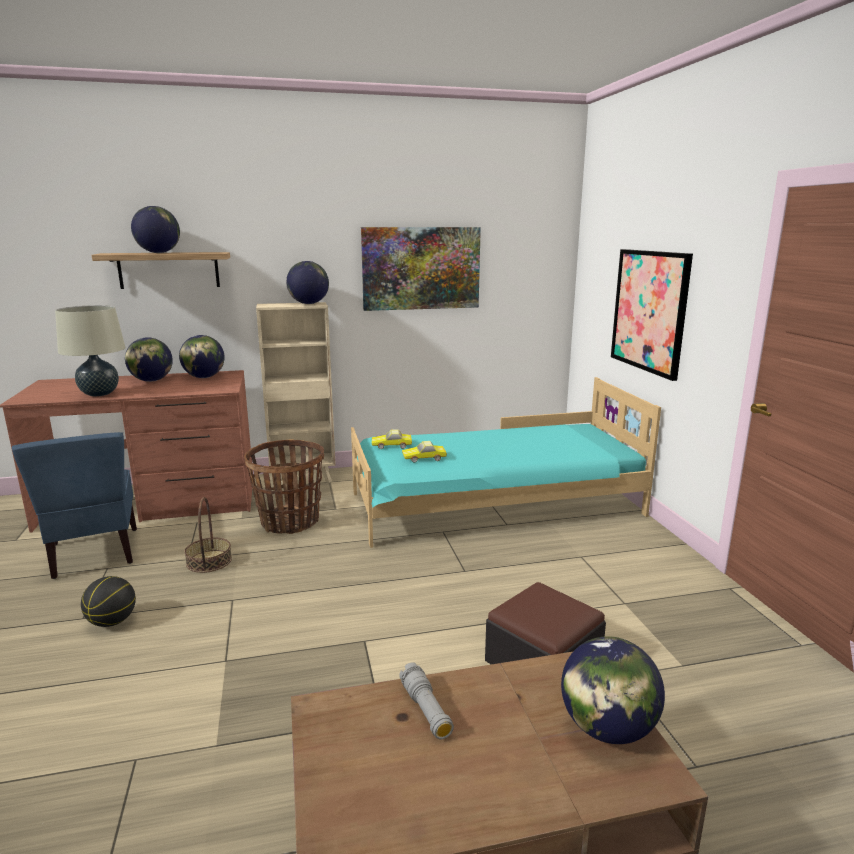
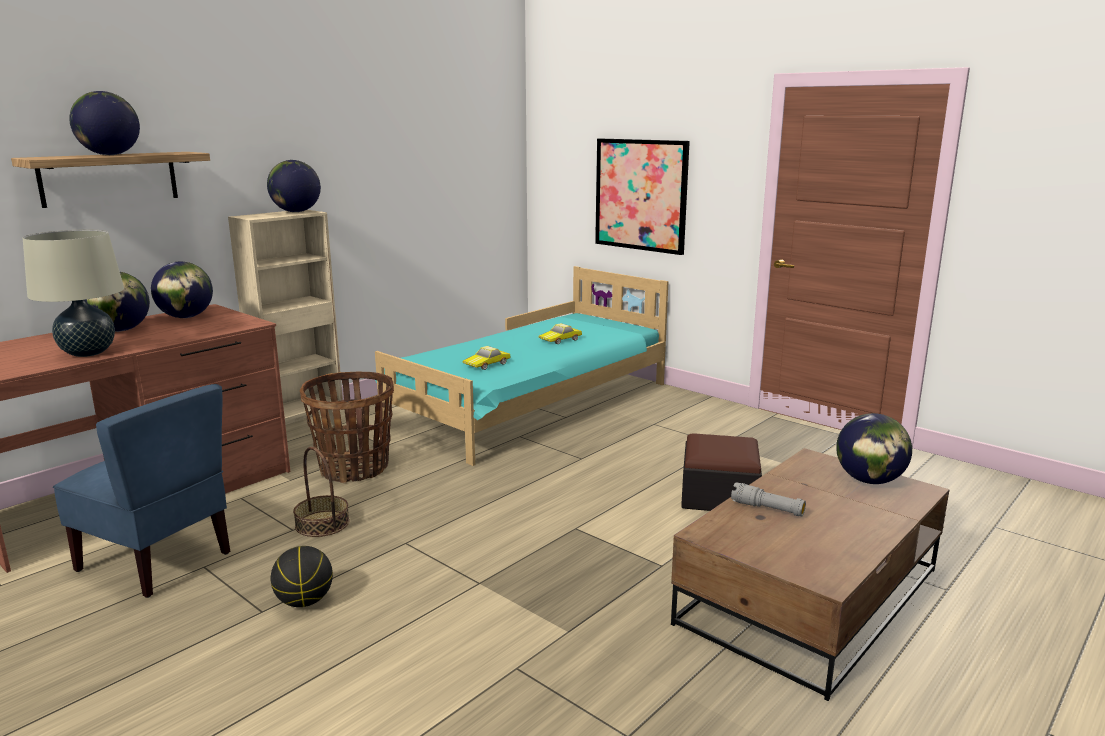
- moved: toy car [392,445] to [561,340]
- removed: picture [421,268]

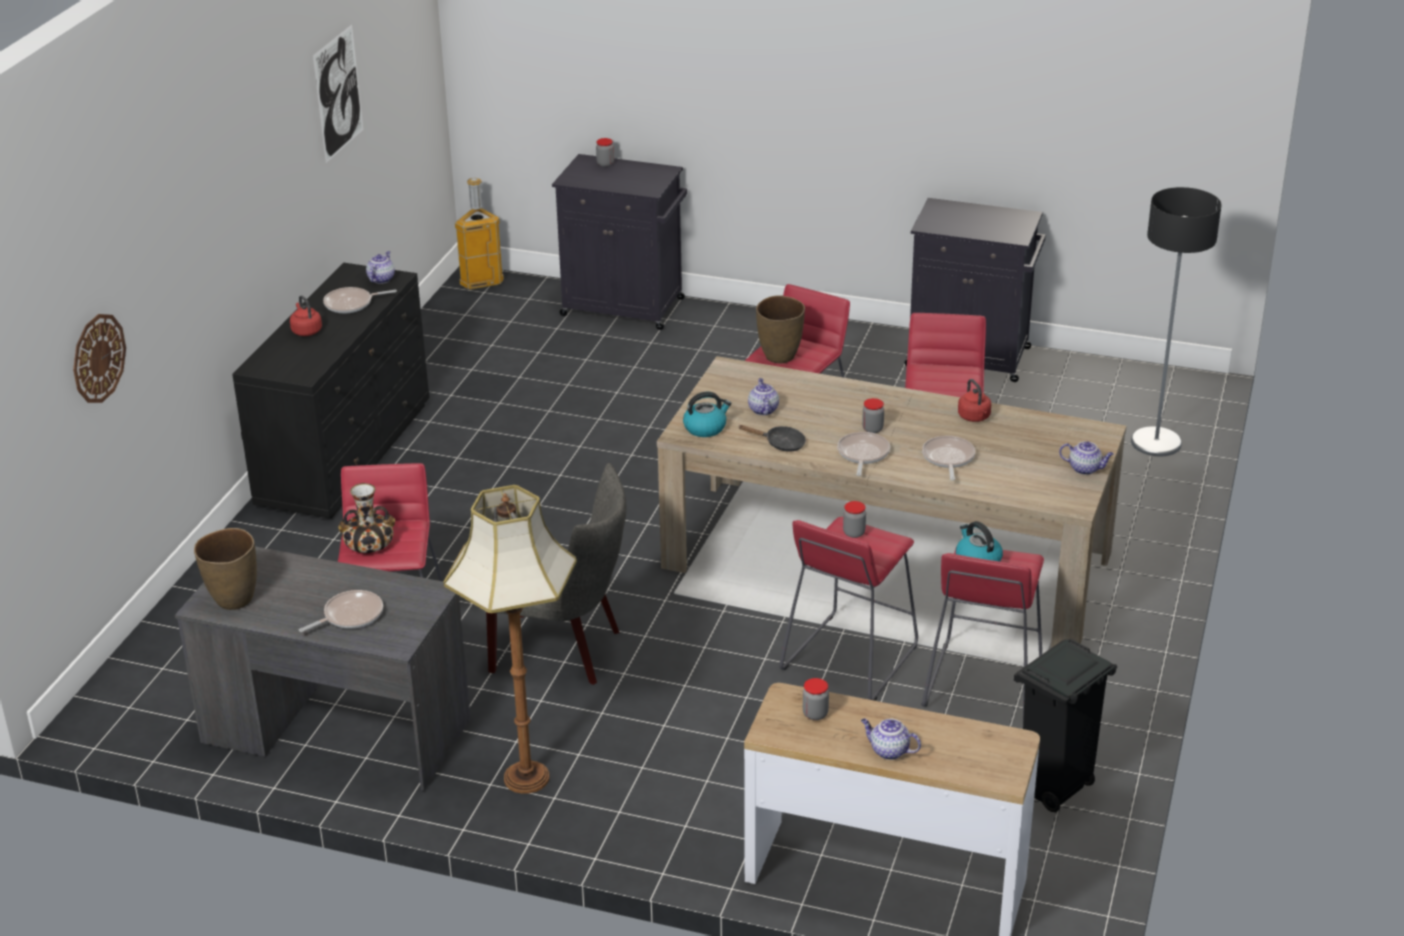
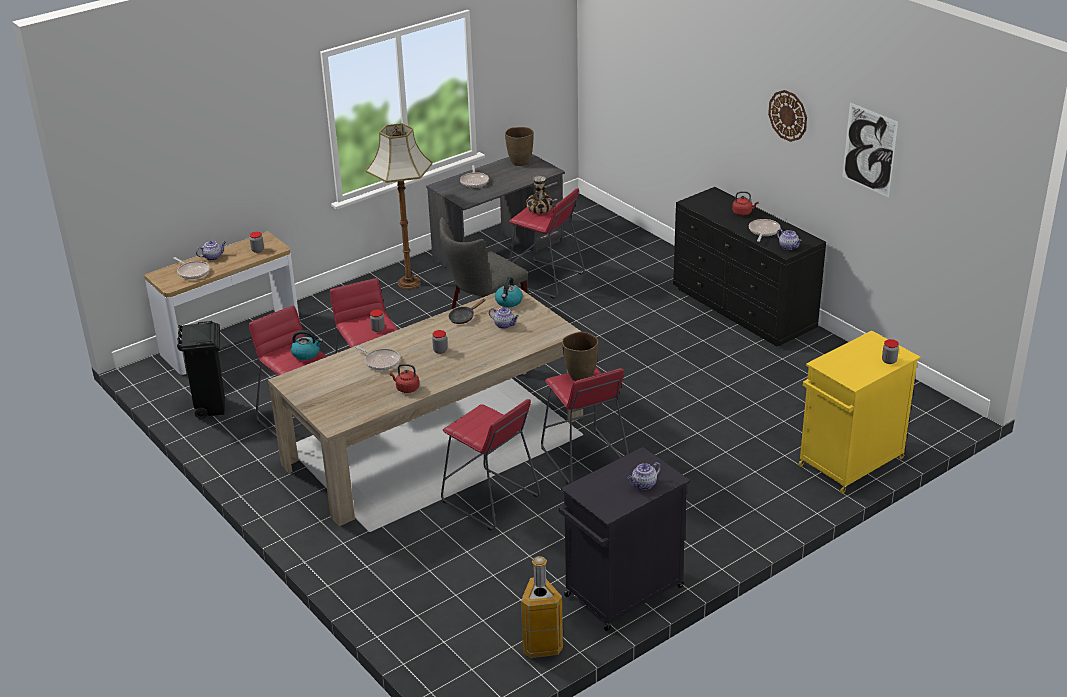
- moved: frying pan [862,454] to [192,272]
- moved: waste bin [480,282] to [541,645]
- moved: teapot [1085,469] to [644,484]
- moved: hanging clock [98,358] to [788,115]
- recoloured: blackish storage cabinet [625,307] to yellow-coloured storage cabinet [849,463]
- removed: floor lamp [1156,443]

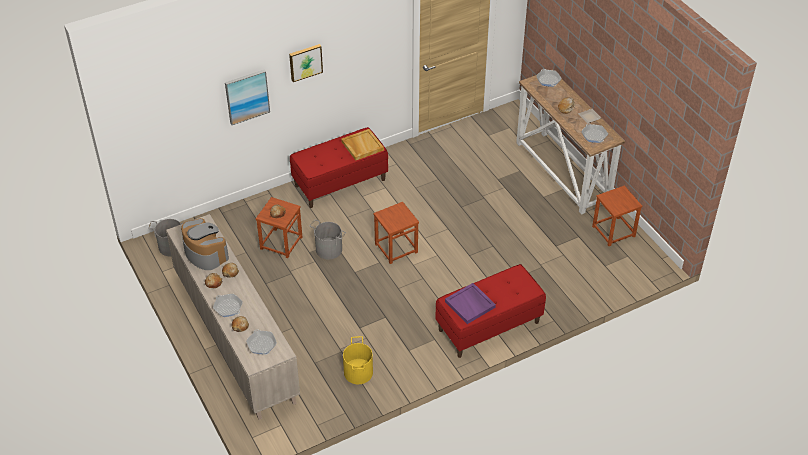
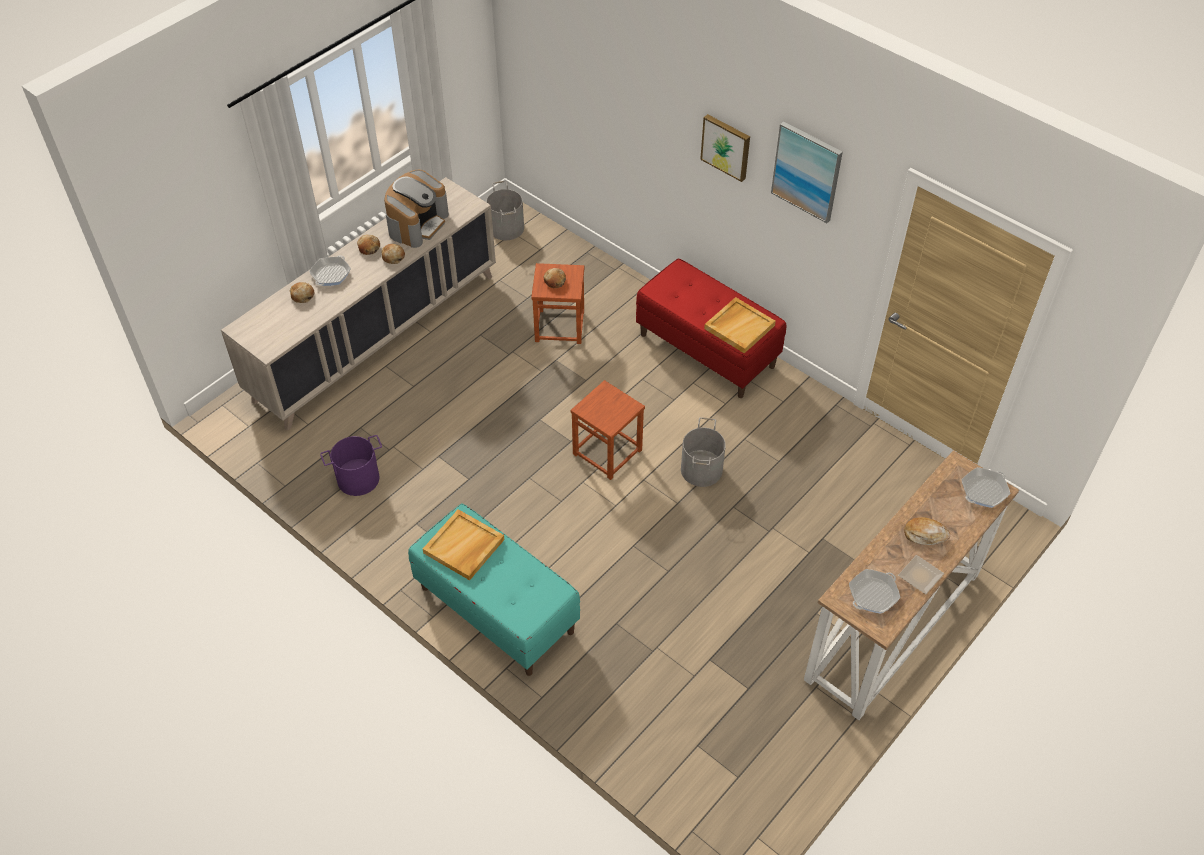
- recoloured: yellow-coloured bucket [358,372] to purple-coloured bucket [358,478]
- recoloured: red-coloured long seat [488,326] to turquoise-coloured long seat [496,610]
- recoloured: purple-coloured carrying tray [470,304] to beige-coloured carrying tray [464,547]
- moved: greyish bucket [329,249] to [702,470]
- moved: picture [247,96] to [807,171]
- removed: frying pan [261,344]
- removed: brownish sitting stool [613,231]

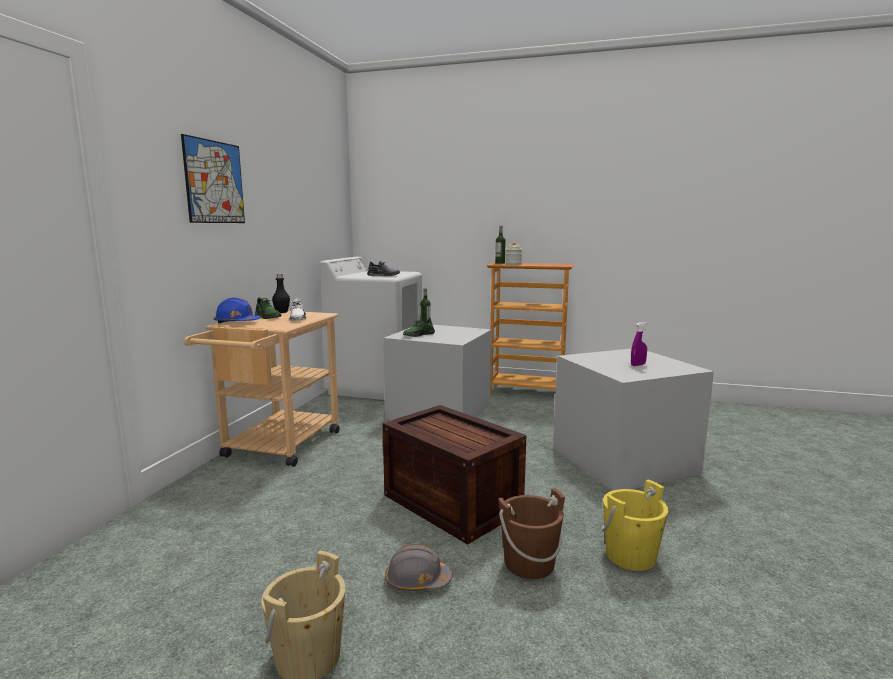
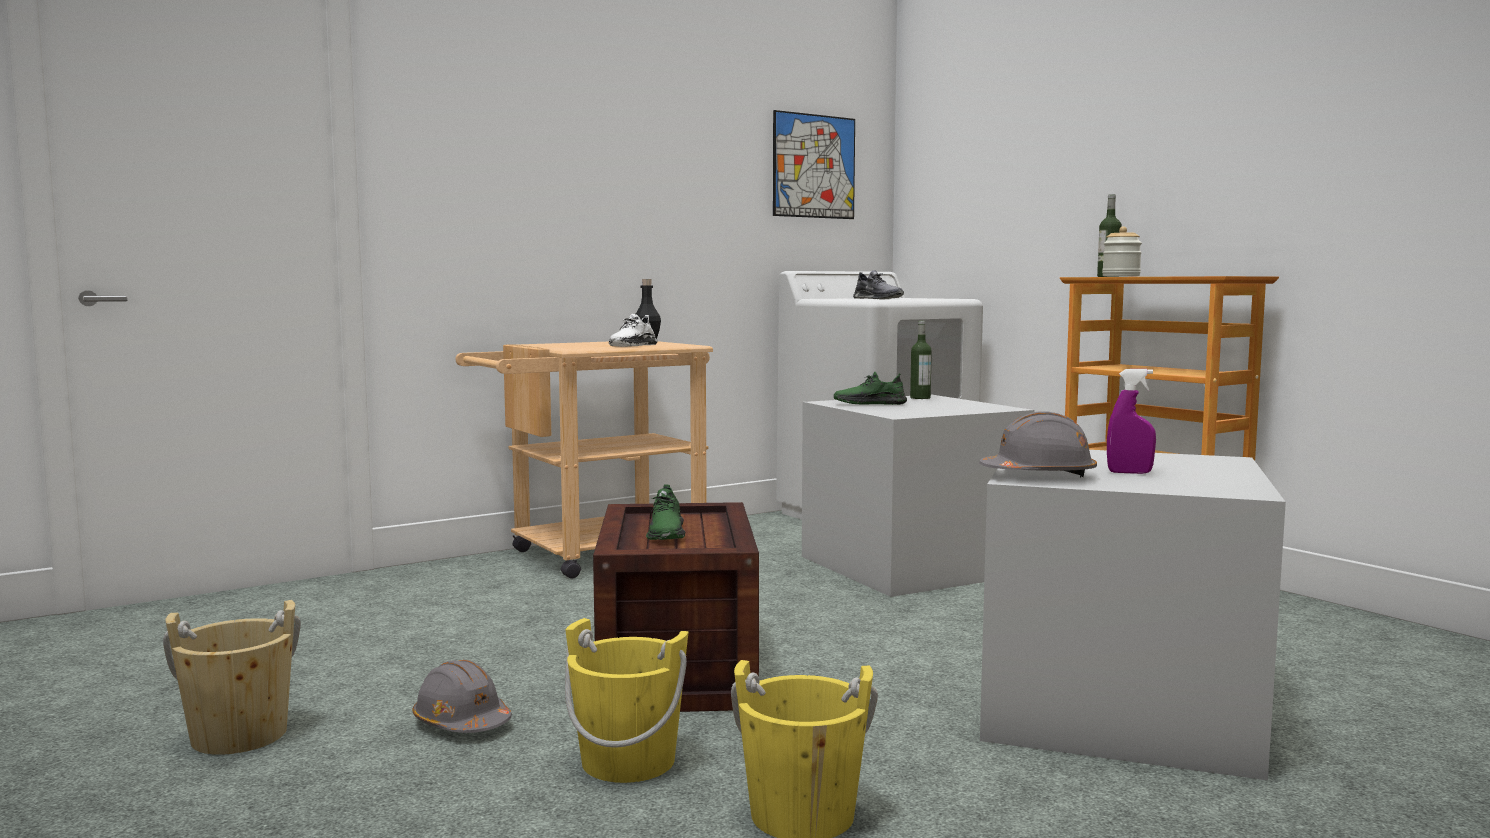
- recoloured: brownish bucket [529,563] to yellow-coloured bucket [628,761]
- moved: green shoe [267,317] to [666,533]
- moved: picture [214,182] to [814,166]
- added: greyish work helmet [1039,475]
- removed: blue work helmet [237,323]

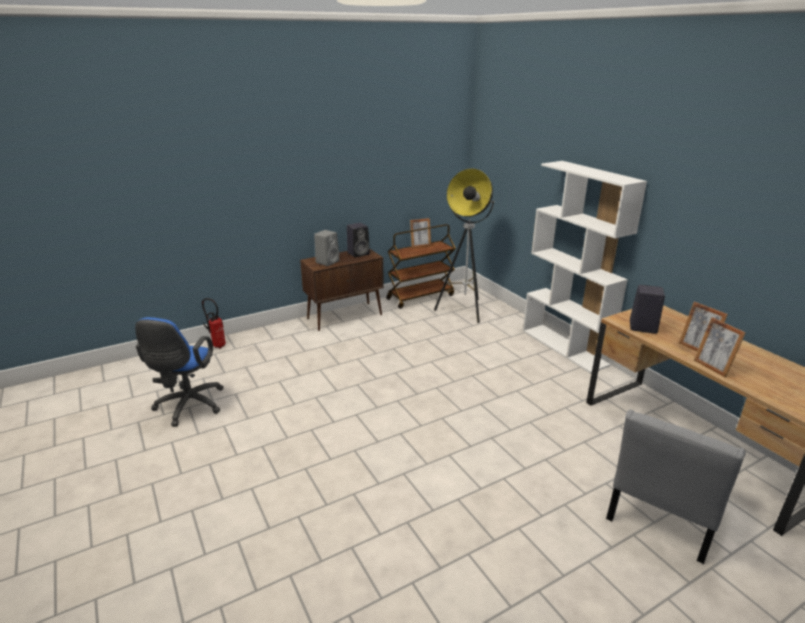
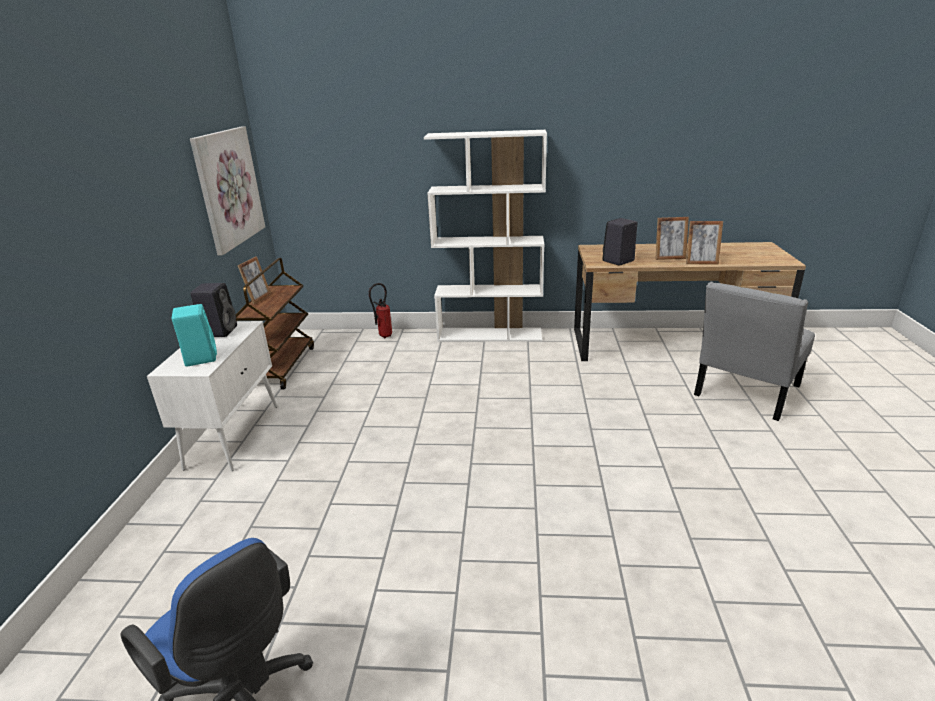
- recoloured: brownish storage cabinet [345,316] to white storage cabinet [234,435]
- recoloured: greyish audio speaker [328,262] to turquoise-coloured audio speaker [200,357]
- added: picture [229,188]
- moved: extinguisher [218,345] to [383,336]
- turned: greyish upright chair [661,516] = [744,393] 60 degrees clockwise
- removed: floor lamp [464,310]

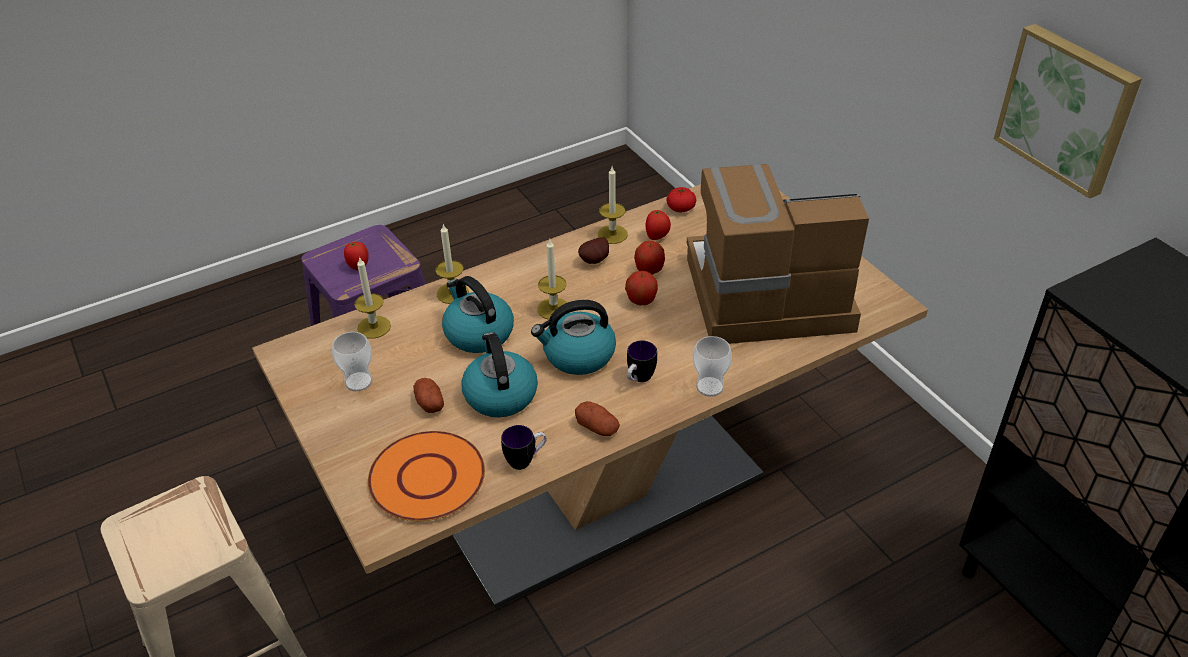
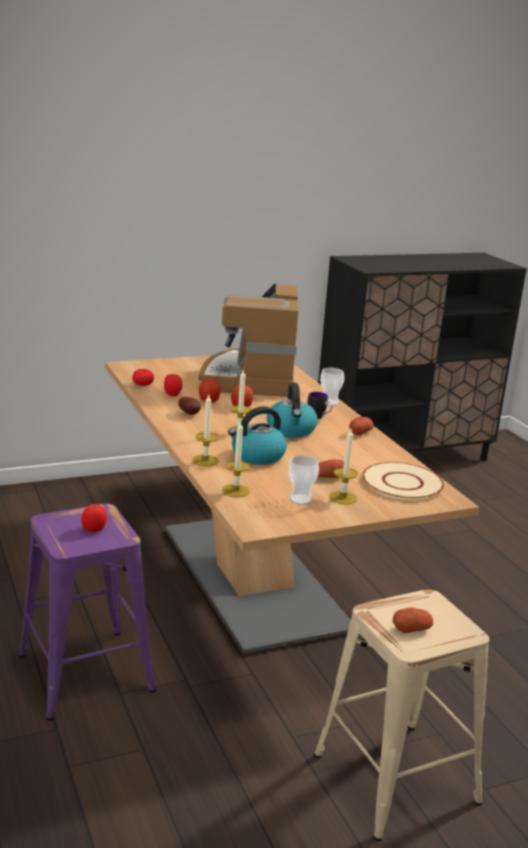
- moved: candle [612,234] to [343,497]
- recoloured: orangey dinner plate [427,477] to beige-coloured dinner plate [401,483]
- added: potato [411,629]
- removed: tea kettle [500,394]
- removed: tea mug [526,460]
- removed: picture [1067,108]

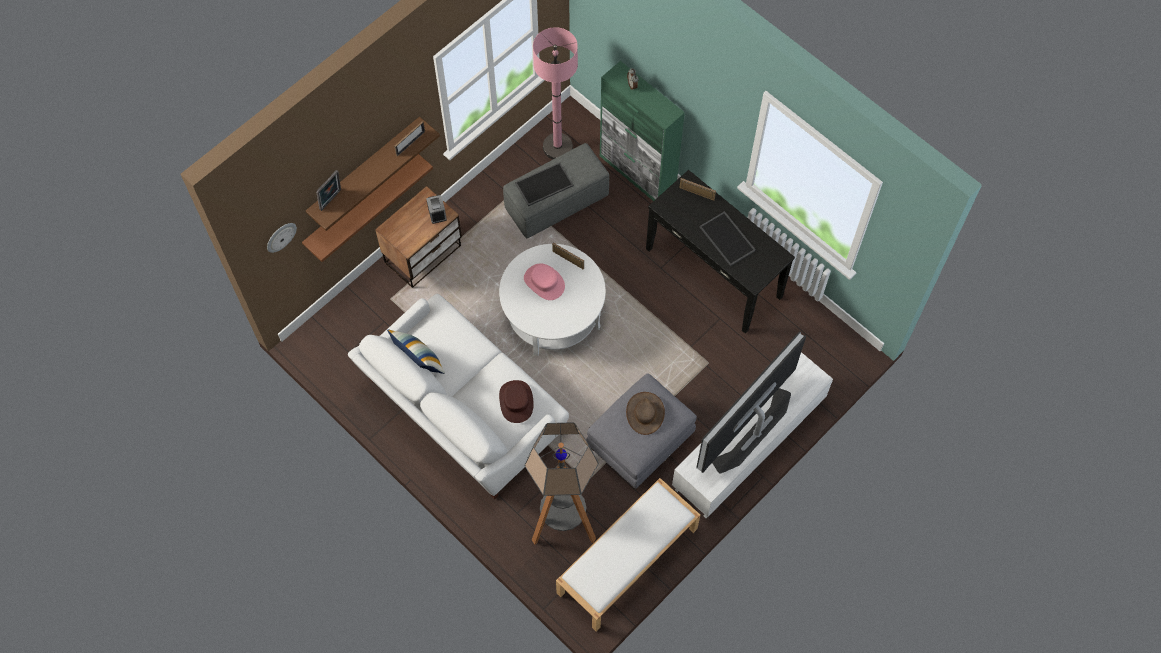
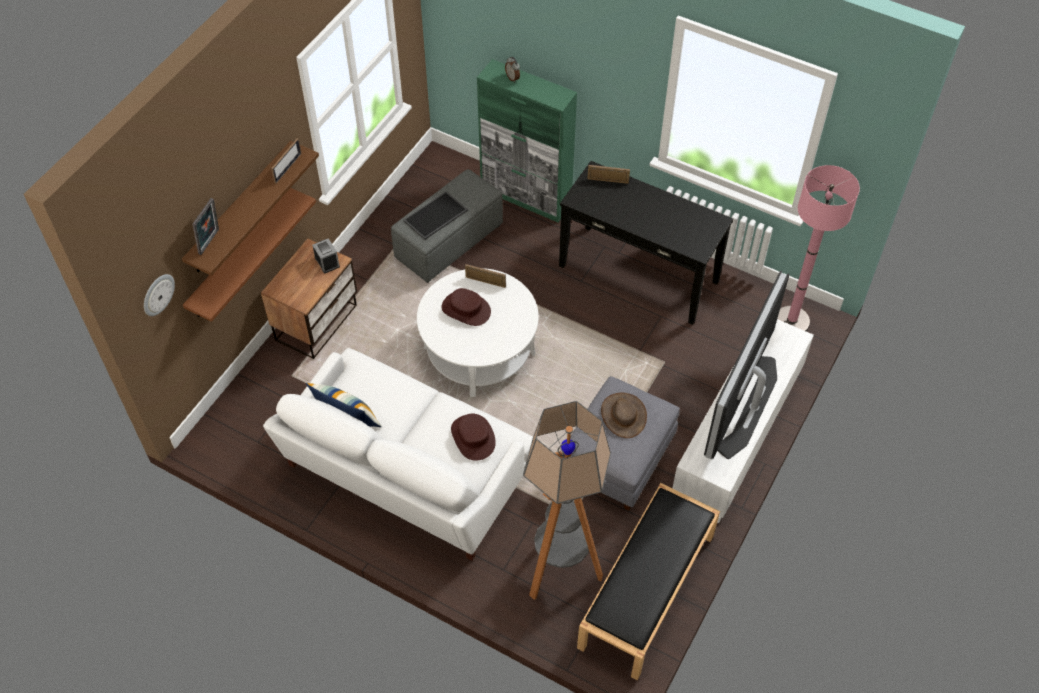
- recoloured: pink hat [544,282] to brownish hat [466,309]
- recoloured: white long seat [627,562] to blackish long seat [647,592]
- moved: pink floor lamp [557,147] to [791,322]
- removed: carrying tray [728,238]

